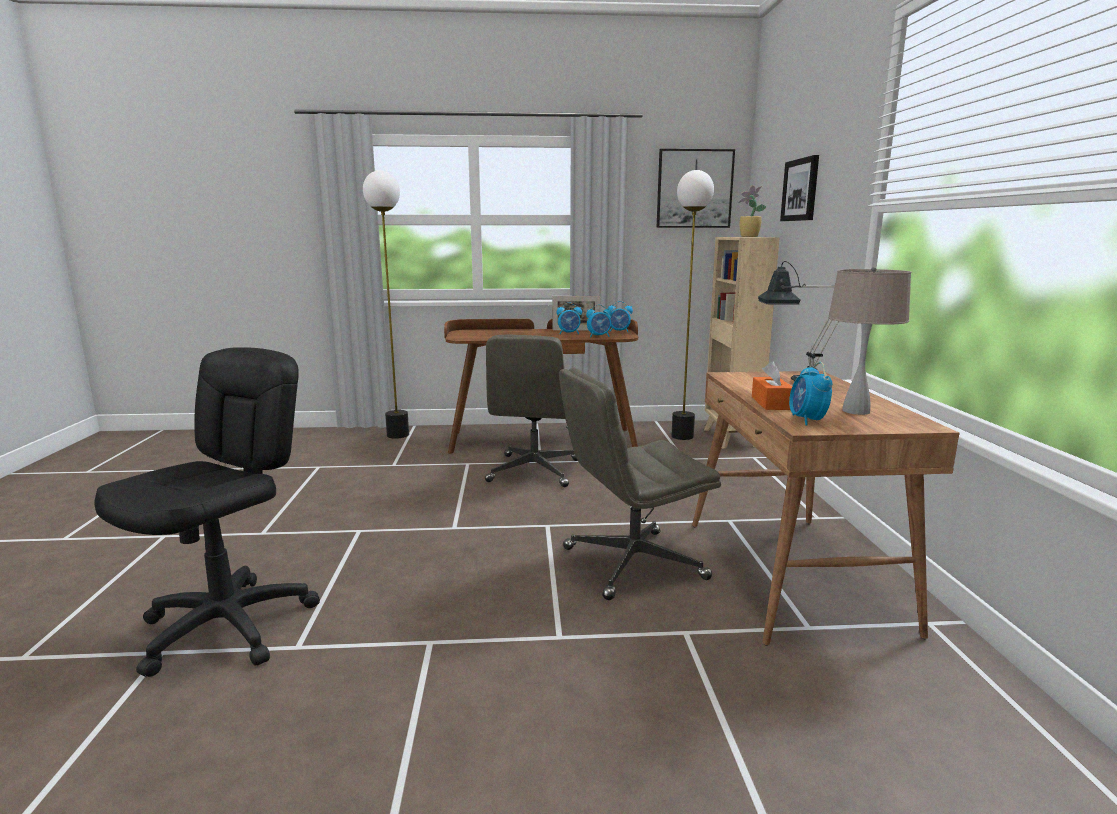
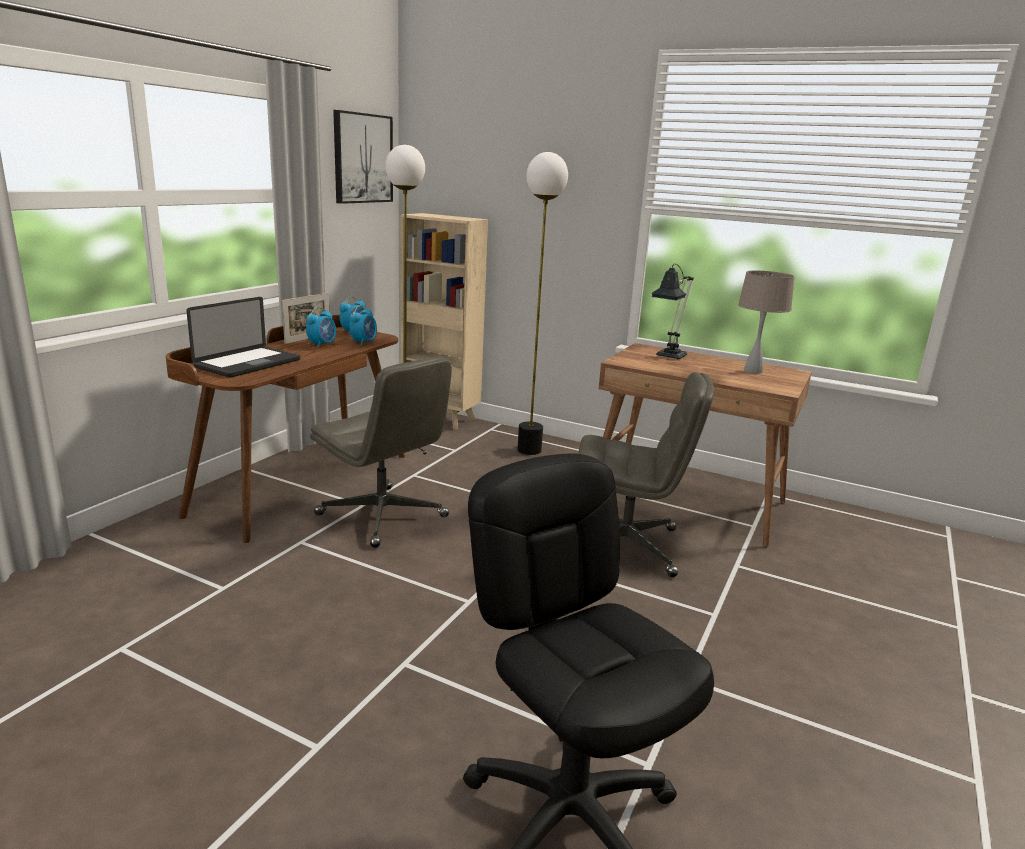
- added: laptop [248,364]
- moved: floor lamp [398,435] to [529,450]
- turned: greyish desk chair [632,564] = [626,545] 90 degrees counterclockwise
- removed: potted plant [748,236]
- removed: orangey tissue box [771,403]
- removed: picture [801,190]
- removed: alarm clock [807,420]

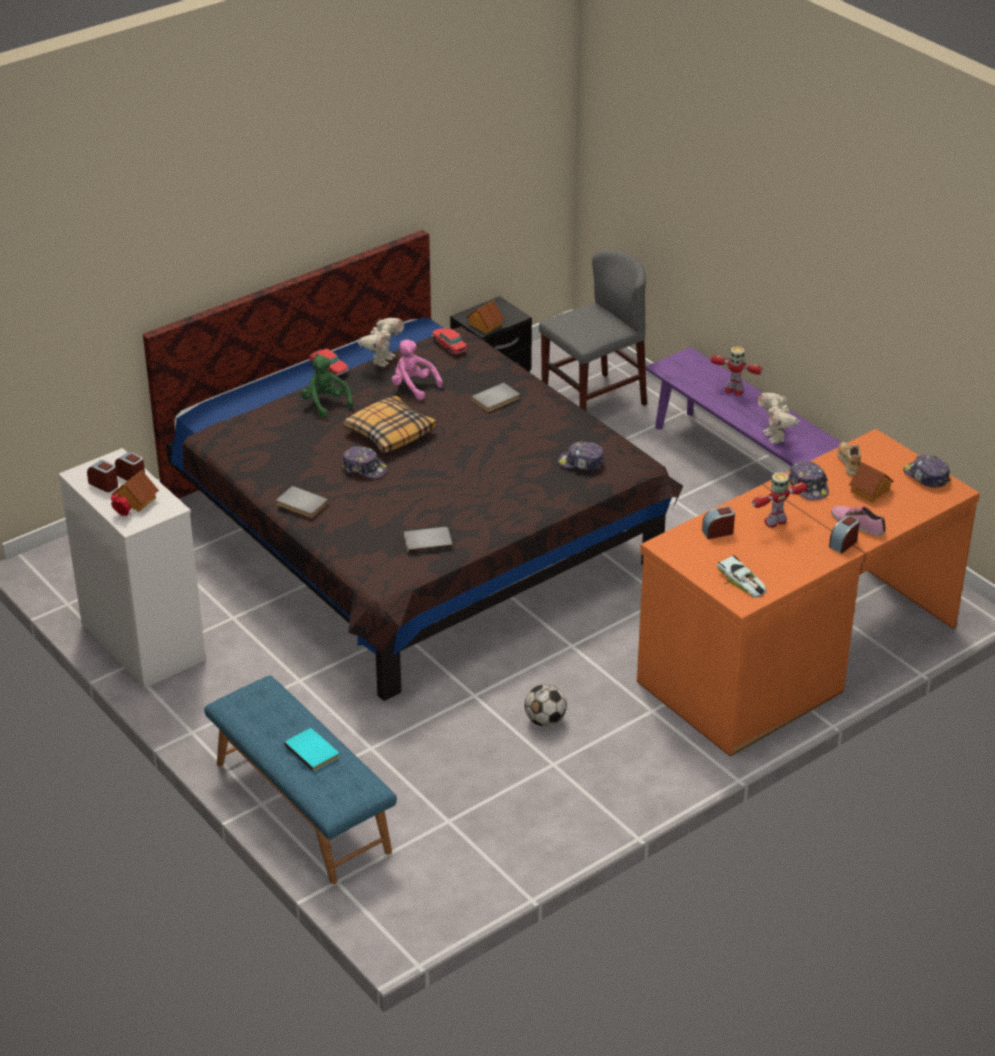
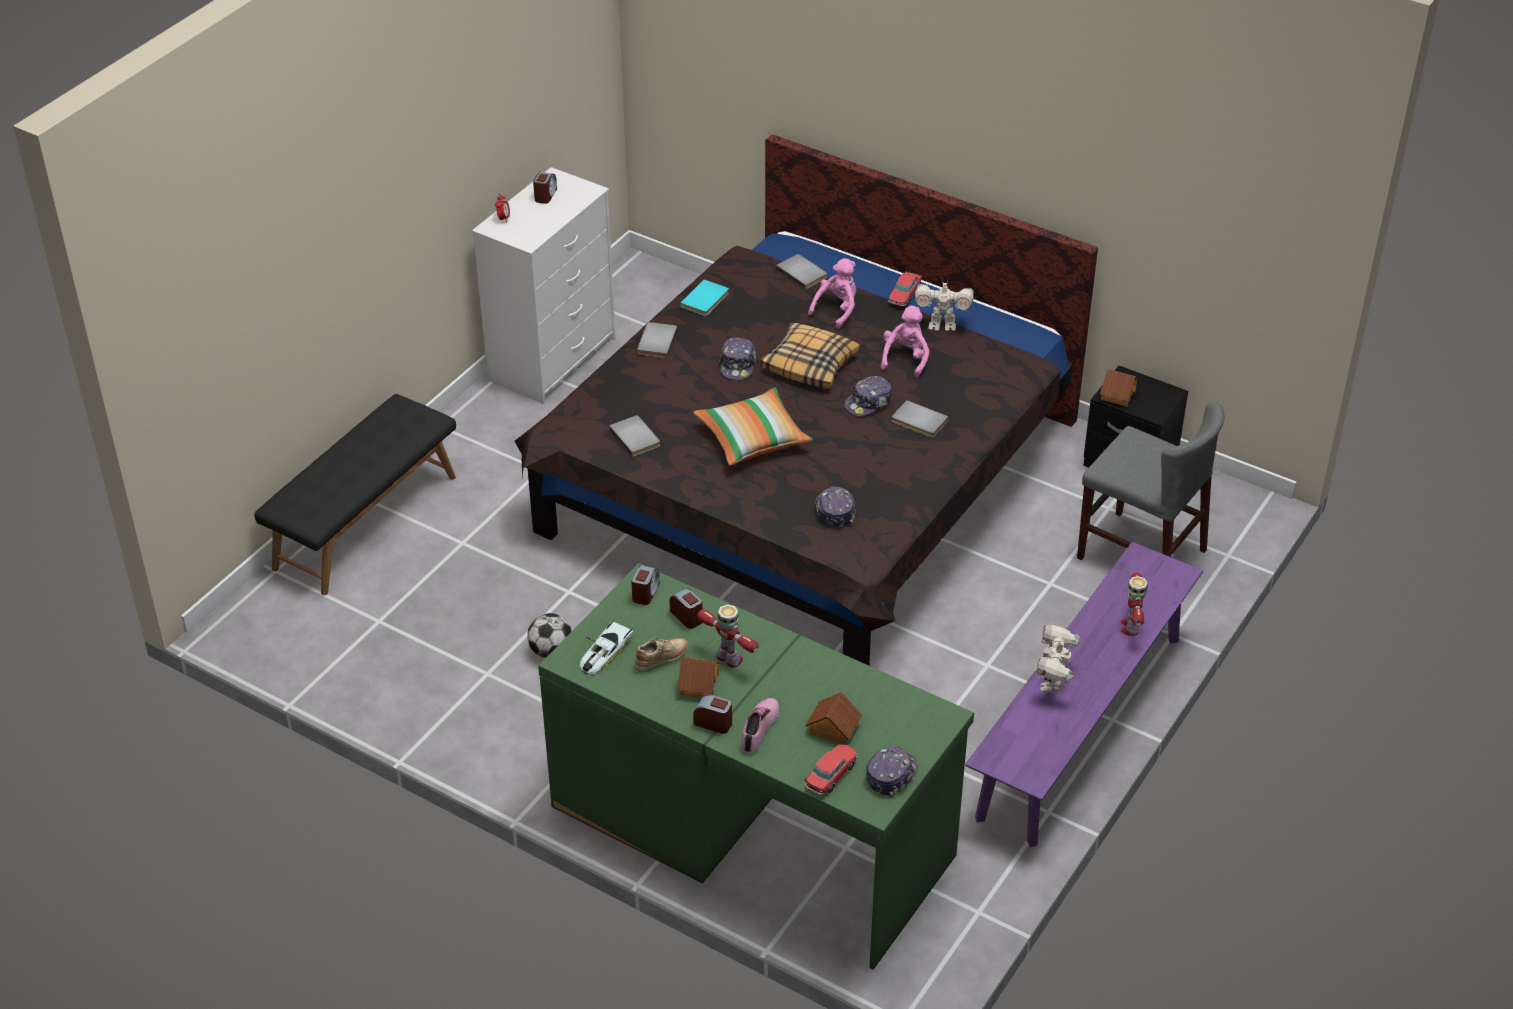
- recoloured: blue long seat [301,807] to blackish long seat [365,521]
- recoloured: orangey desk unit [796,653] to green desk unit [754,828]
- moved: alarm clock [131,476] to [645,593]
- moved: beige-coloured shoe [848,463] to [662,660]
- moved: miniature house [135,500] to [698,684]
- moved: turquoise-coloured book [313,750] to [706,300]
- added: cushion [753,438]
- added: greyish book [803,272]
- moved: toy car [449,346] to [831,775]
- recoloured: green soft toy [325,404] to pink soft toy [837,310]
- moved: cap [808,486] to [868,403]
- turned: model robot [775,437] = [1053,682] 45 degrees counterclockwise

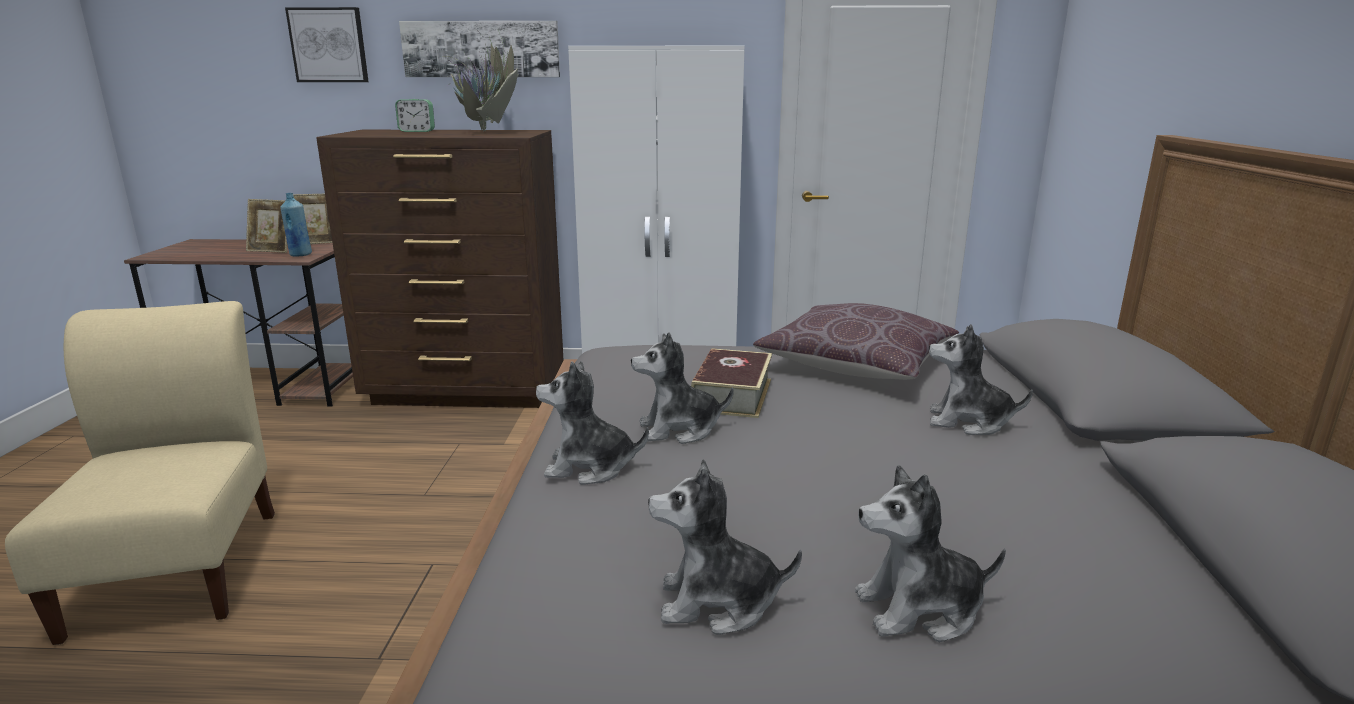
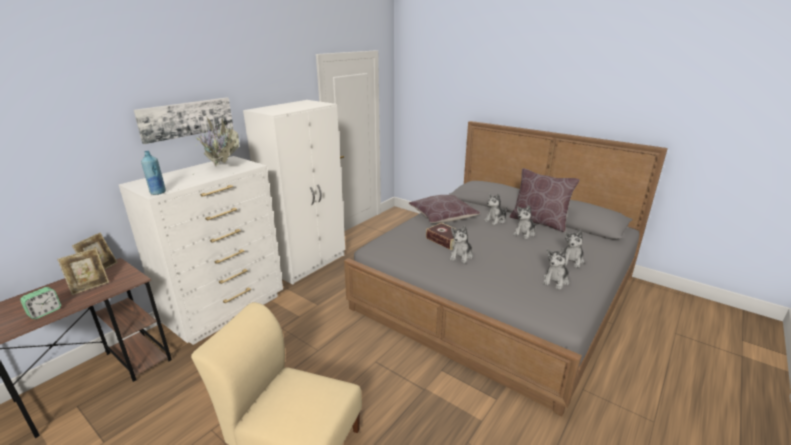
- moved: alarm clock [417,131] to [45,312]
- recoloured: brownish drawer chest [467,391] to white drawer chest [227,310]
- moved: blue drink bottle [300,254] to [157,192]
- added: brownish cushion [539,222]
- moved: soft toy [589,467] to [524,233]
- removed: picture [329,45]

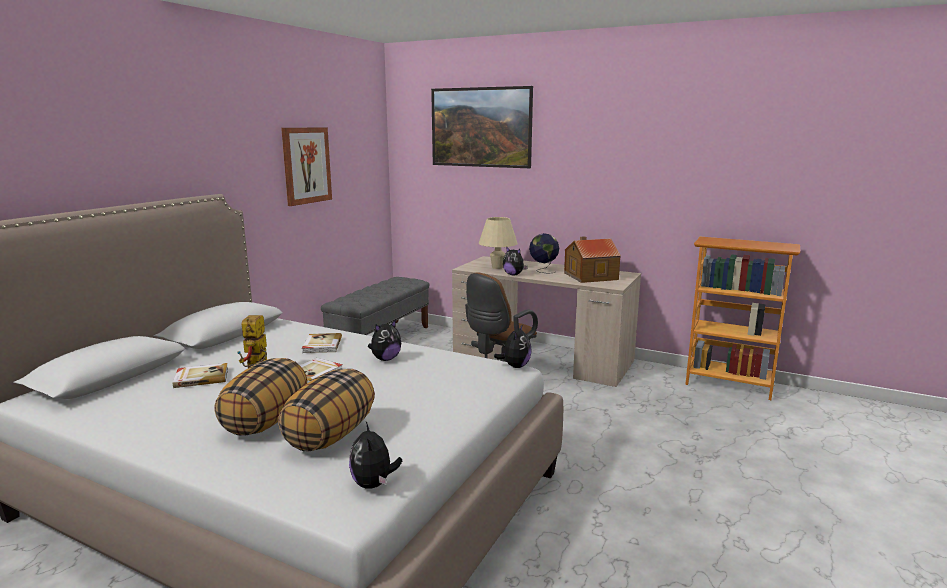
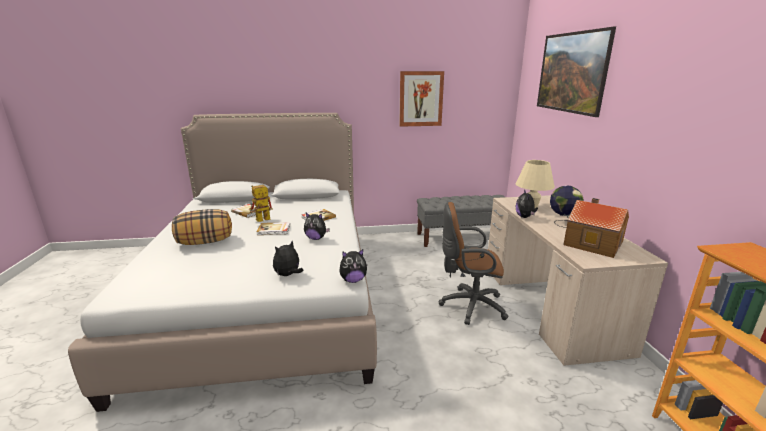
- moved: soft toy [374,484] to [288,275]
- removed: cushion [330,435]

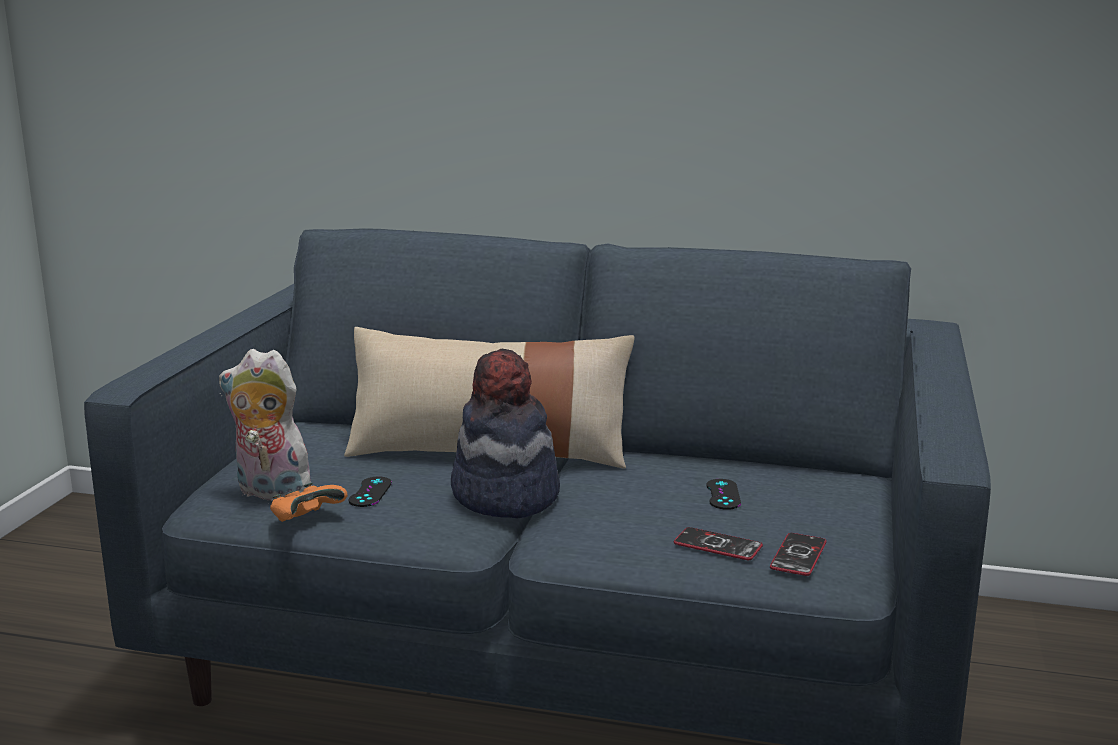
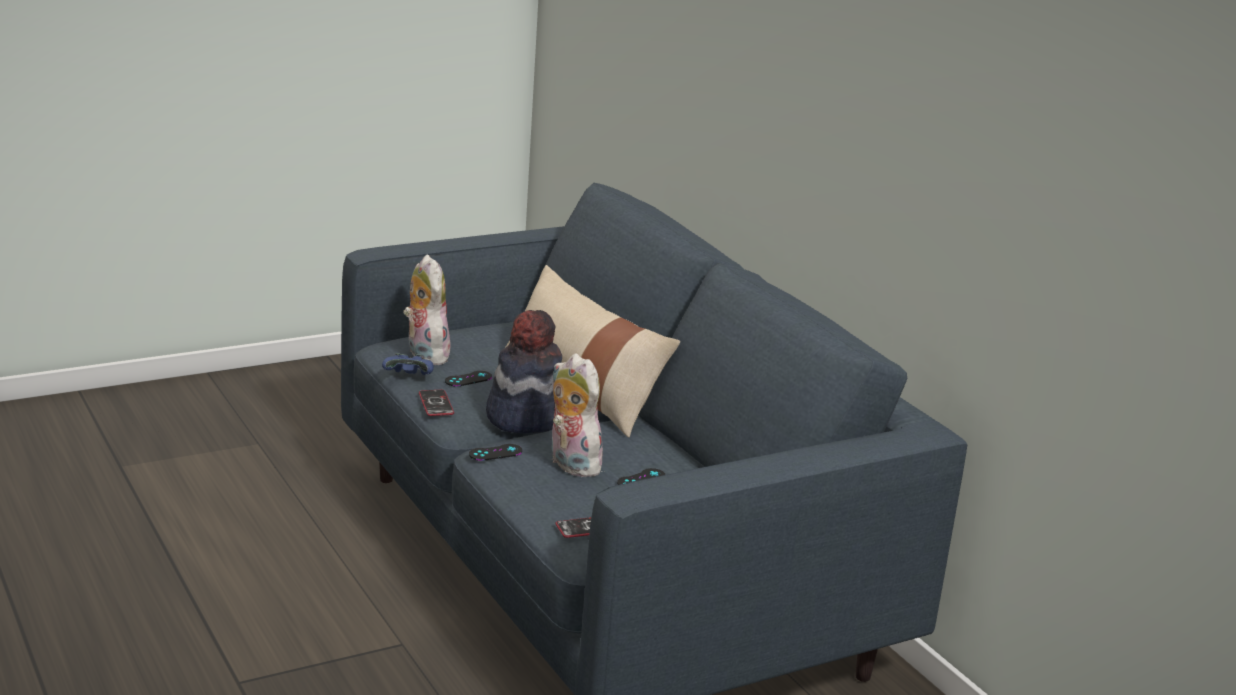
- recoloured: orangey game controller [306,519] to blue game controller [409,377]
- moved: phone [717,545] to [436,404]
- added: blackish game controller [495,453]
- added: soft toy [570,464]

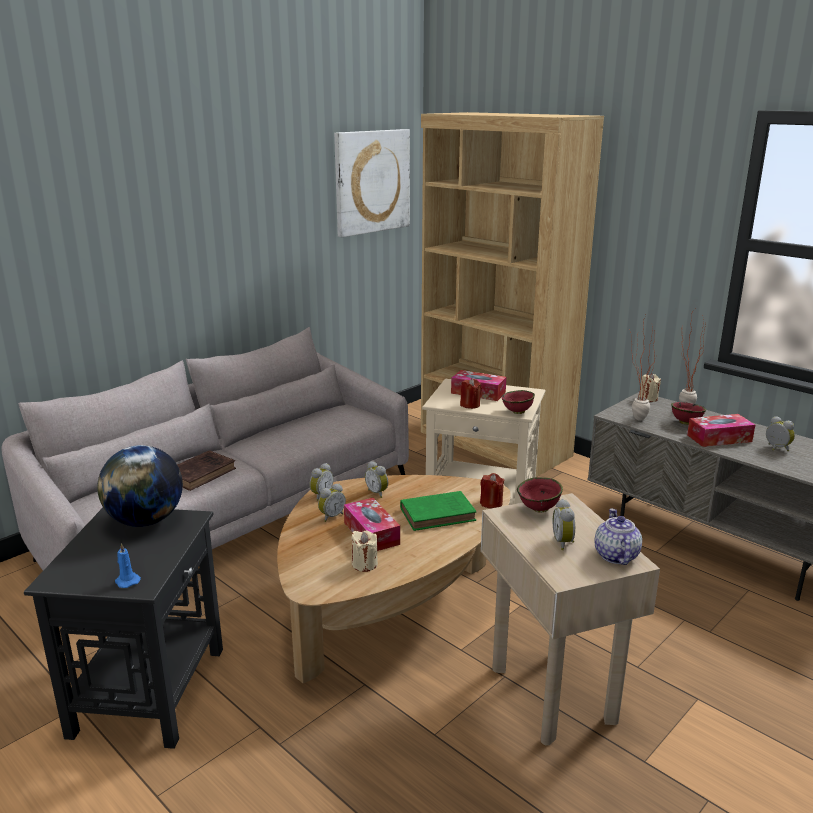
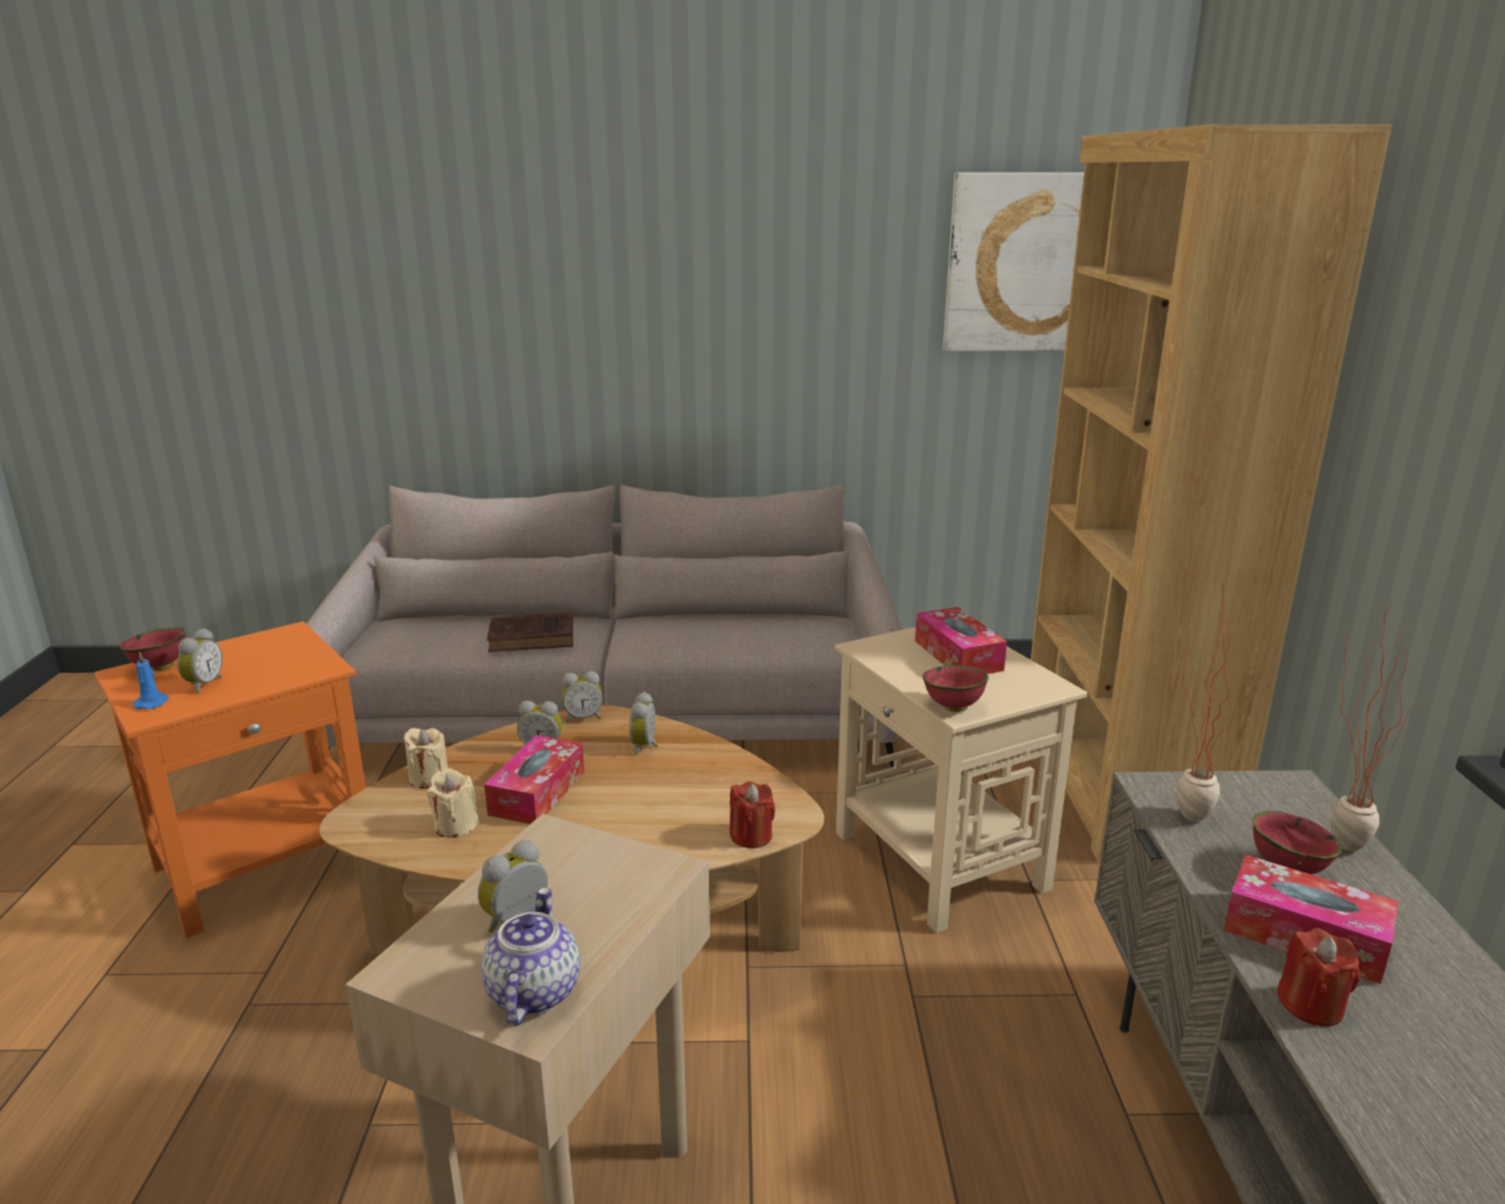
- recoloured: blackish side table [150,689] to orangey side table [268,864]
- moved: red-coloured deep dish [539,509] to [160,668]
- moved: alarm clock [776,448] to [203,685]
- moved: beige-coloured candle [648,398] to [429,778]
- turned: teapot [615,555] = [532,992] 45 degrees counterclockwise
- moved: red-coloured candle [470,405] to [1310,1005]
- removed: desk globe [145,521]
- removed: green book [439,514]

